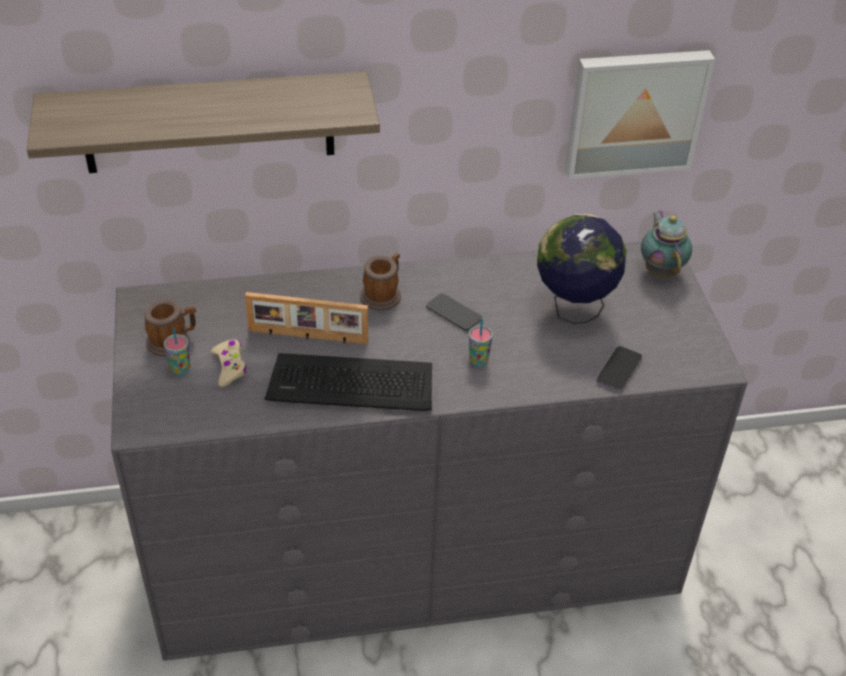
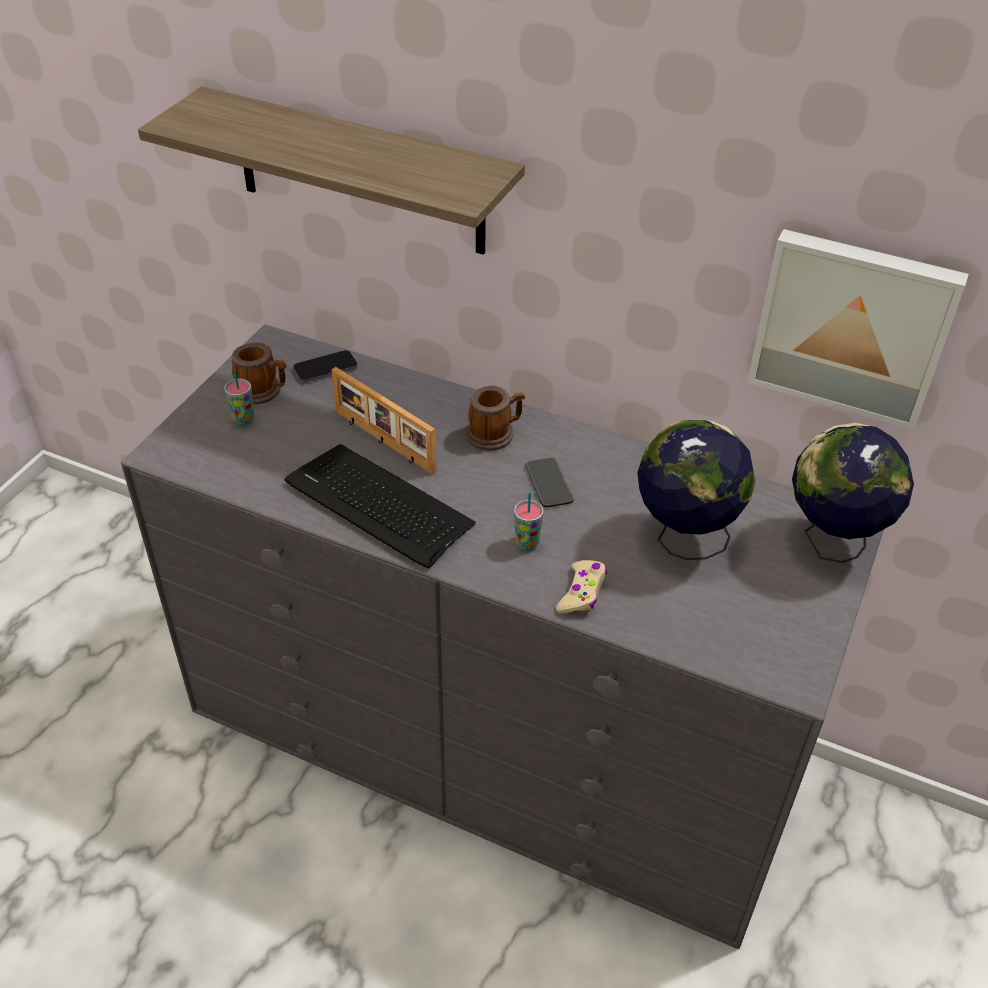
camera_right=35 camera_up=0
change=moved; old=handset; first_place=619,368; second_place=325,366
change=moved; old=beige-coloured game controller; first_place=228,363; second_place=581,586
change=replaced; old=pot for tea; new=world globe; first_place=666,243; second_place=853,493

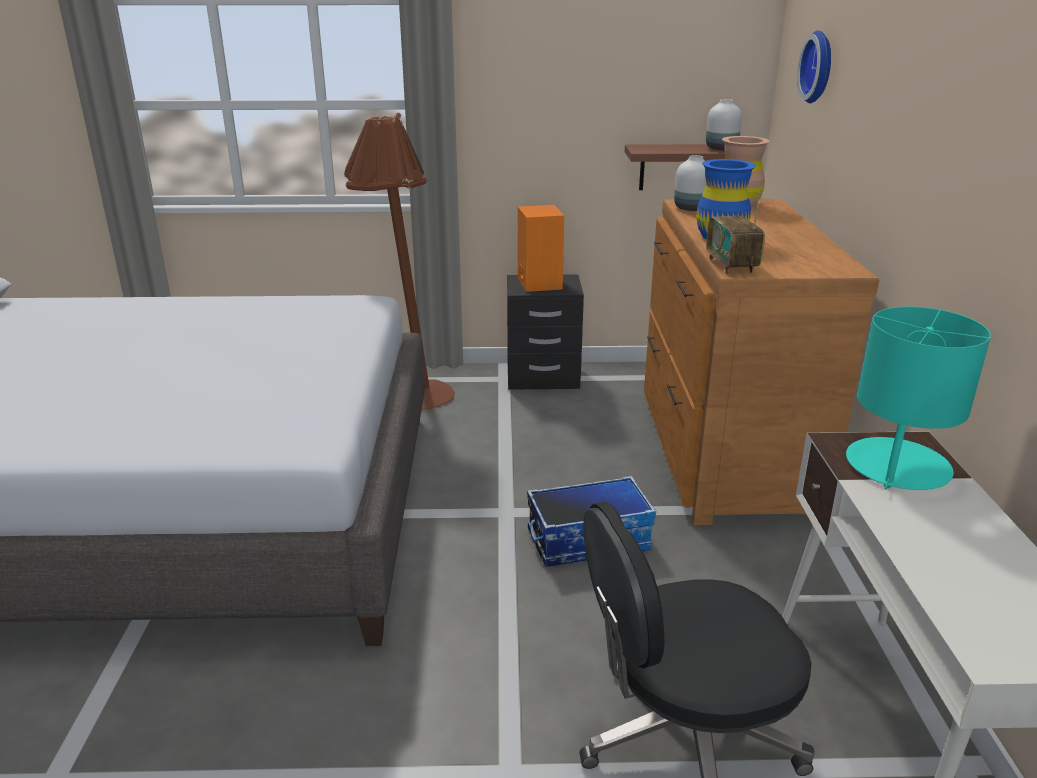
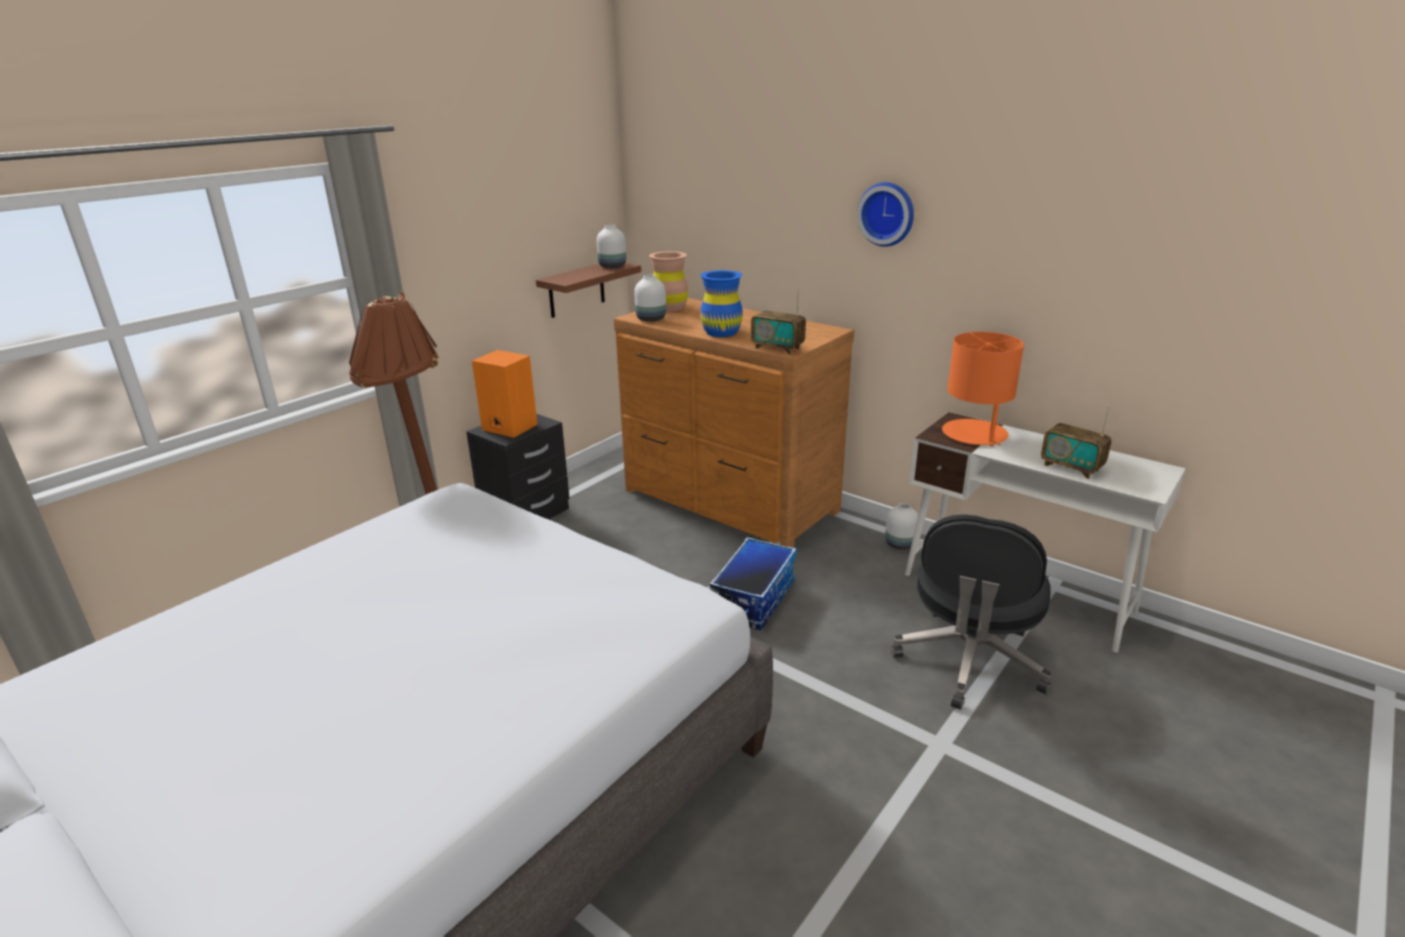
camera_right=-50 camera_up=0
change=moved; old=hanging clock; first_place=814,66; second_place=885,214
change=added; new=whitish flower vase; second_place=901,526
change=recoloured; old=blue-green lamp for a table; new=orangey lamp for a table; first_place=918,398; second_place=983,389
change=added; new=radio; second_place=1076,442

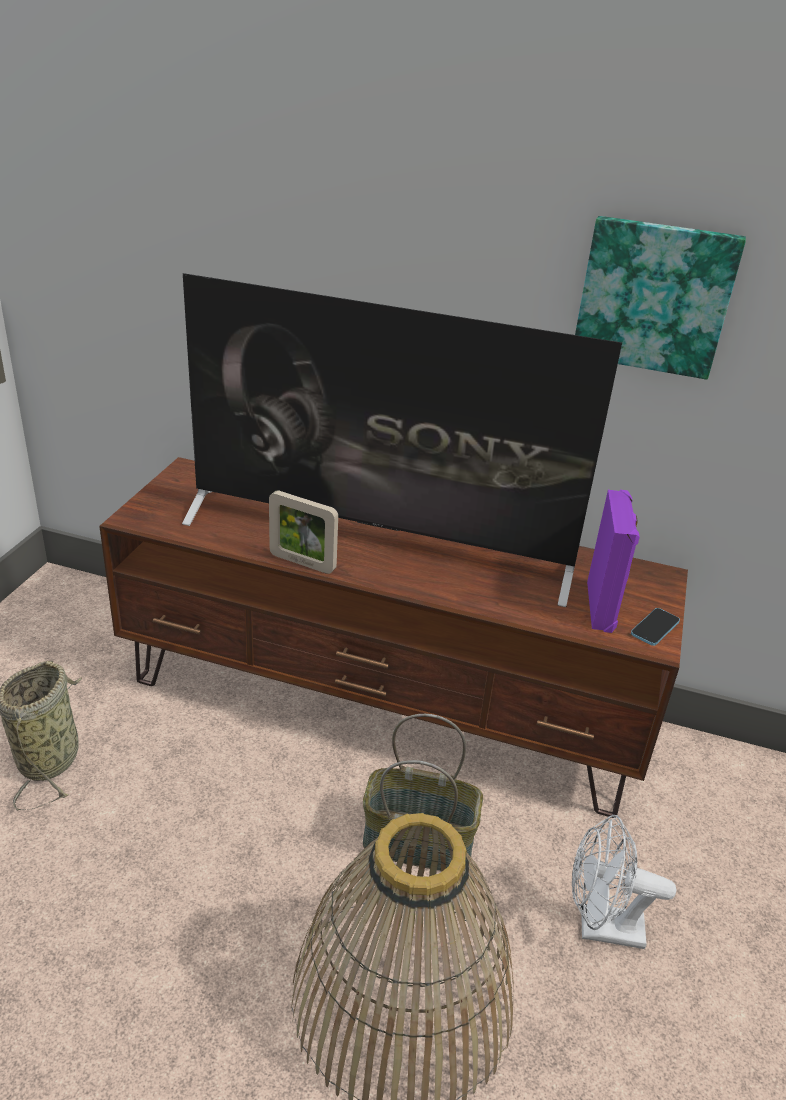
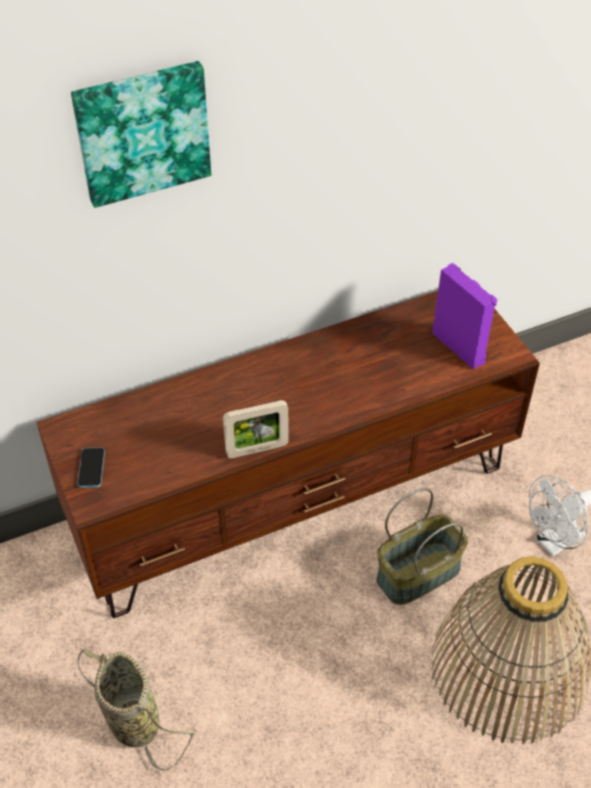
camera_right=-40 camera_up=15
change=moved; old=wall picture; first_place=660,297; second_place=141,134
change=moved; old=handset; first_place=655,627; second_place=91,468
change=removed; old=TV set; first_place=402,440

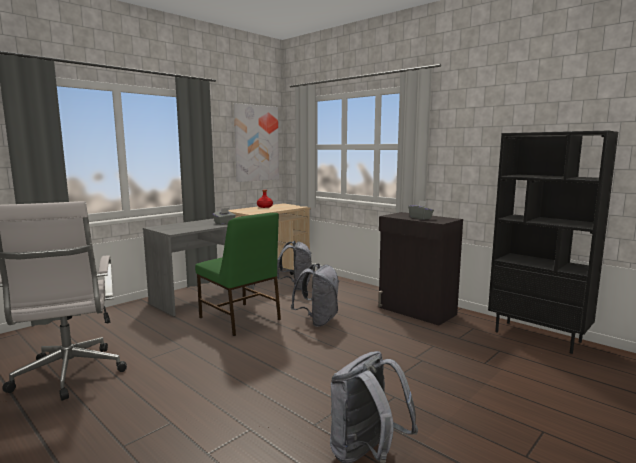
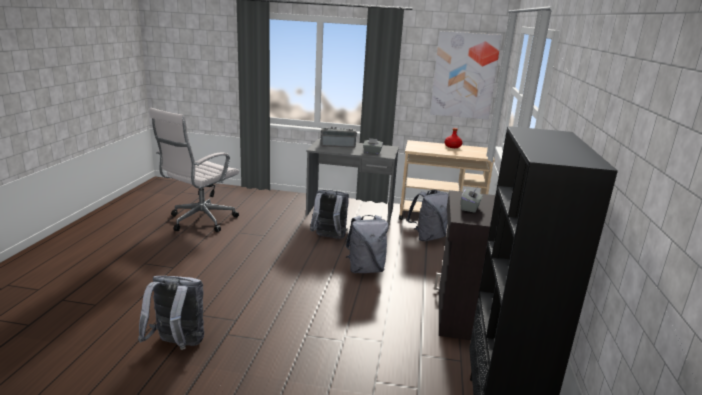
camera_right=55 camera_up=10
change=replaced; old=green chair; new=gray rucksack; first_place=238,274; second_place=329,214
change=added; new=radio; second_place=338,137

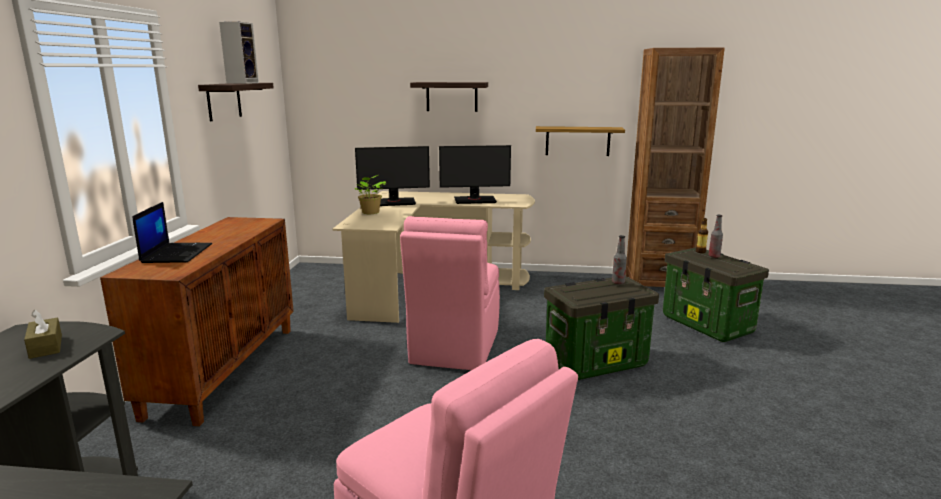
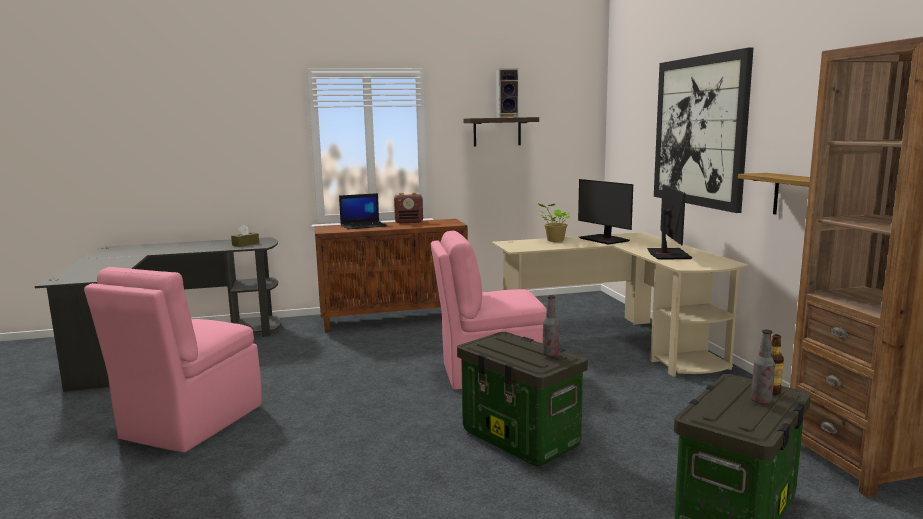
camera_right=70 camera_up=-5
change=added; new=radio; second_place=408,207
change=turned; old=computer screen; first_place=475,174; second_place=670,221; degrees=-150
change=replaced; old=bracket shelf; new=wall picture; first_place=449,97; second_place=703,130

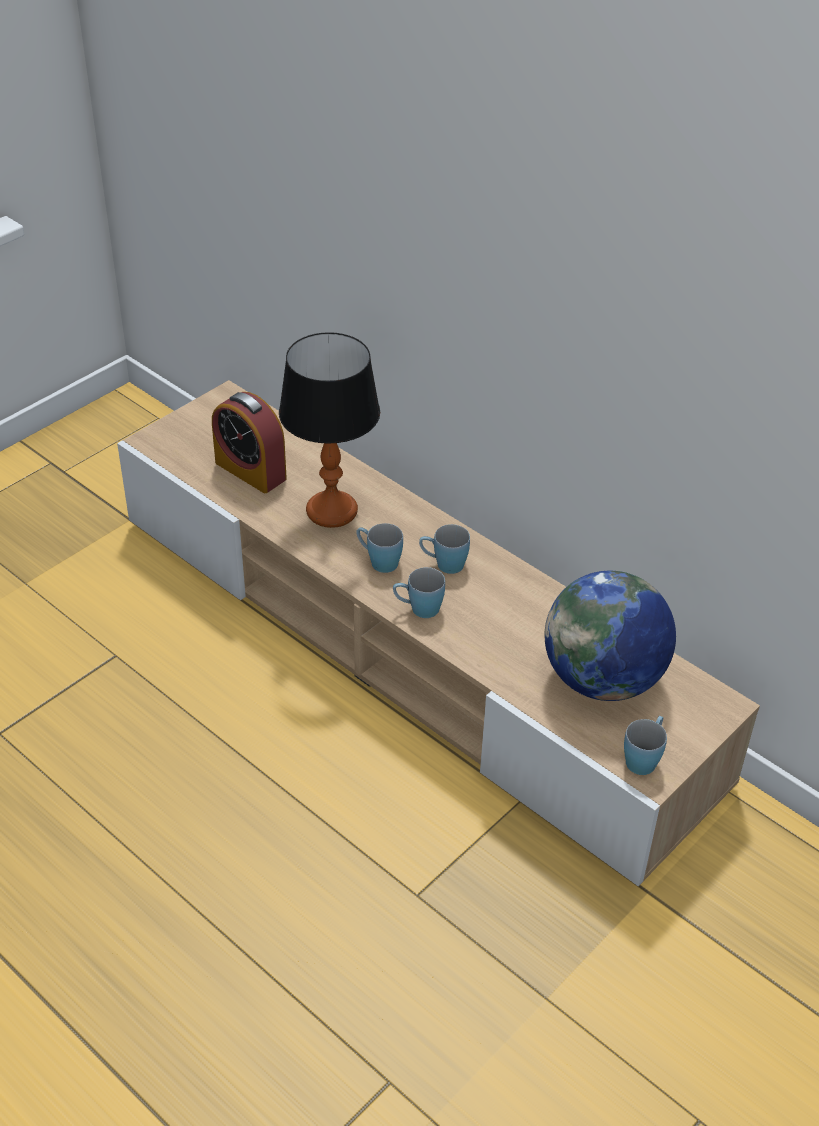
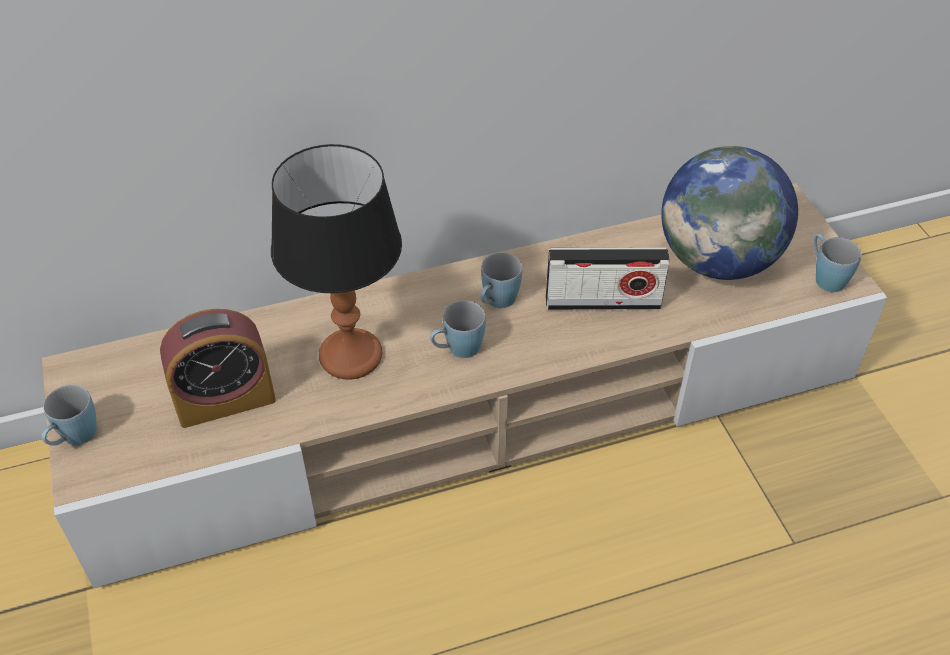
camera_right=-60 camera_up=5
change=moved; old=blue-coloured tea mug; first_place=419,592; second_place=69,415
change=added; new=radio; second_place=608,279

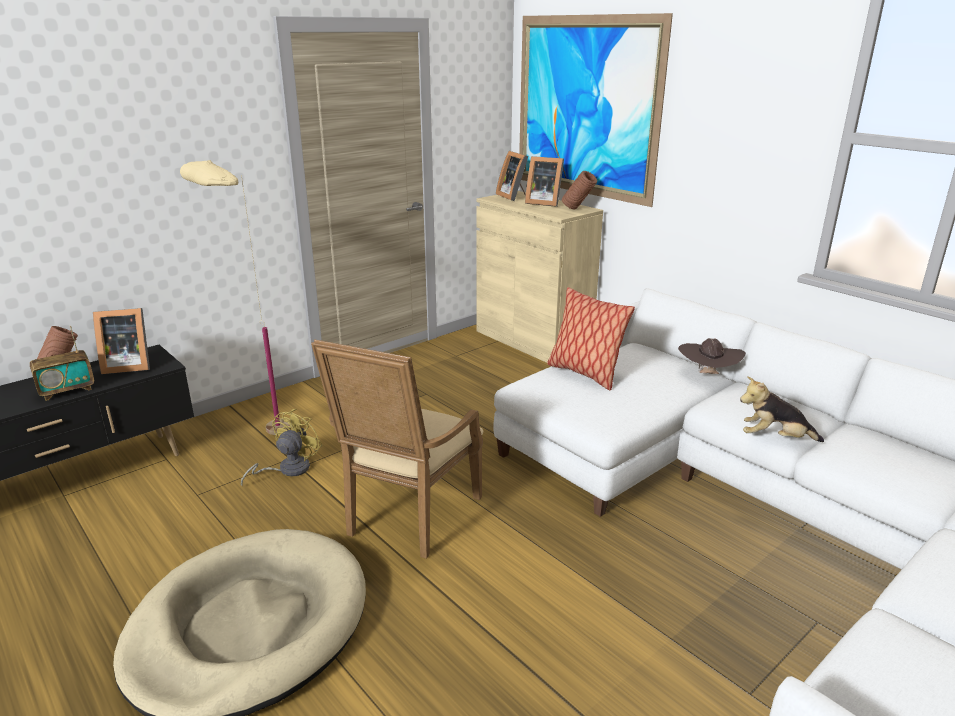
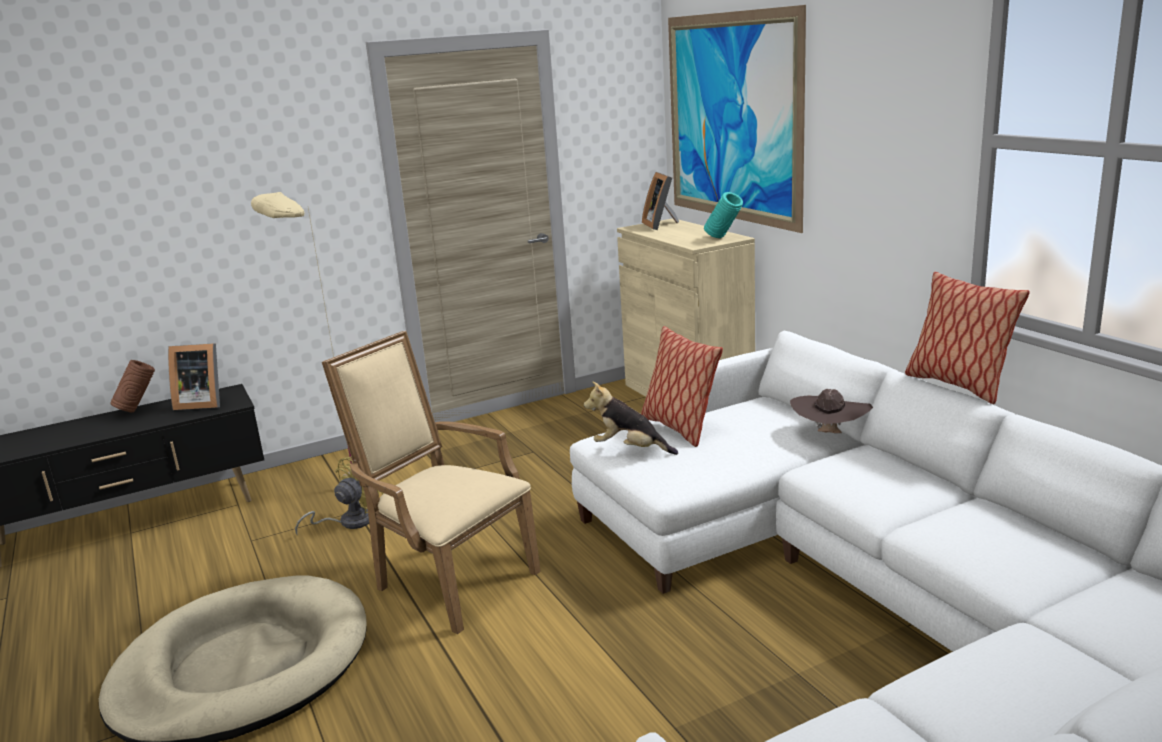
camera_right=15 camera_up=-5
change=turned; old=beige-coloured lounge chair; first_place=397,449; second_place=431,482; degrees=90
change=moved; old=soft toy; first_place=782,409; second_place=631,418
change=recoloured; old=brown flower vase; new=blue-green flower vase; first_place=579,190; second_place=723,215
change=added; new=pillow; second_place=967,338
change=removed; old=radio; first_place=62,363
change=removed; old=standing frame; first_place=544,181

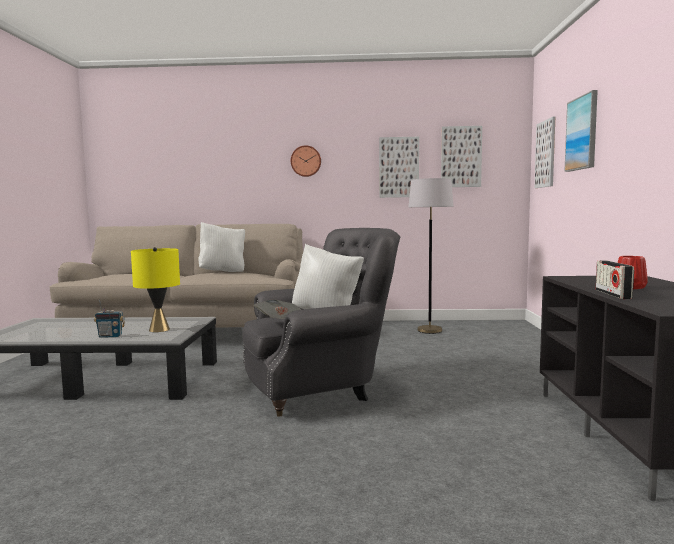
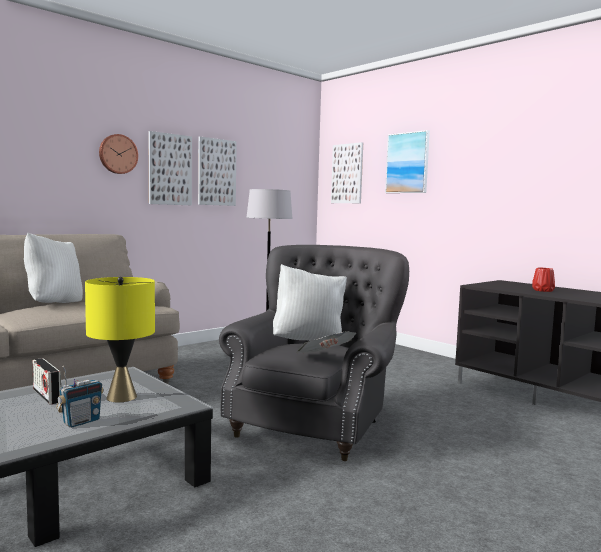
camera_right=-45 camera_up=0
change=moved; old=radio; first_place=615,279; second_place=46,381
change=moved; old=wall picture; first_place=461,156; second_place=170,168

